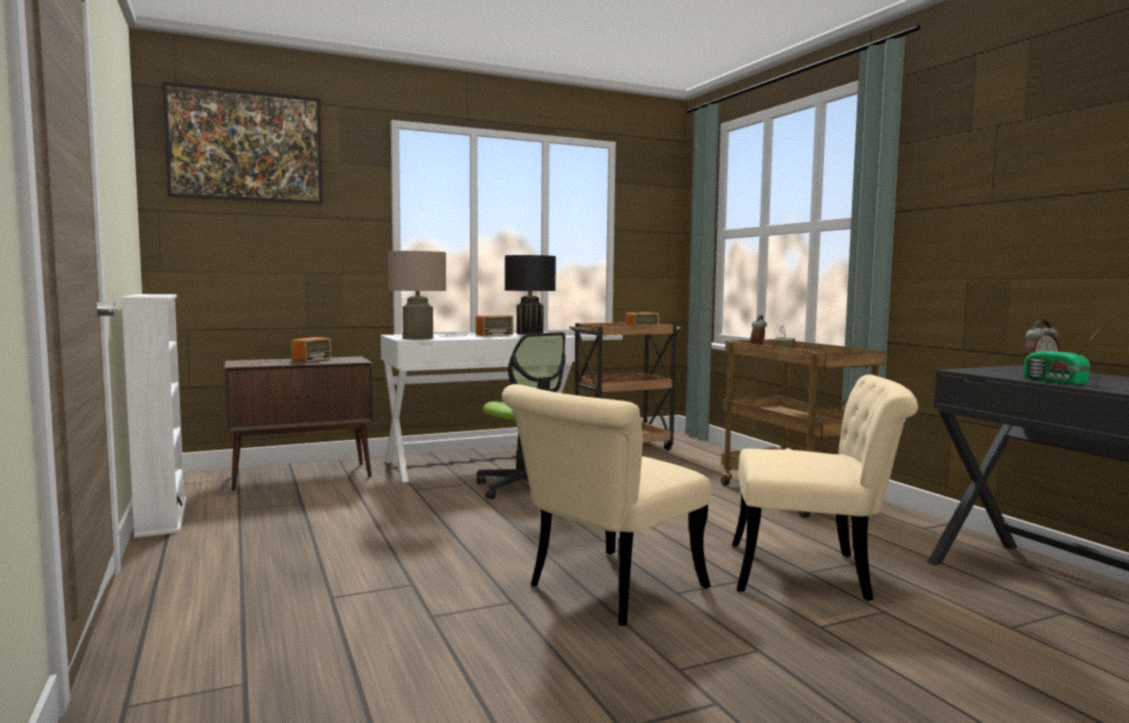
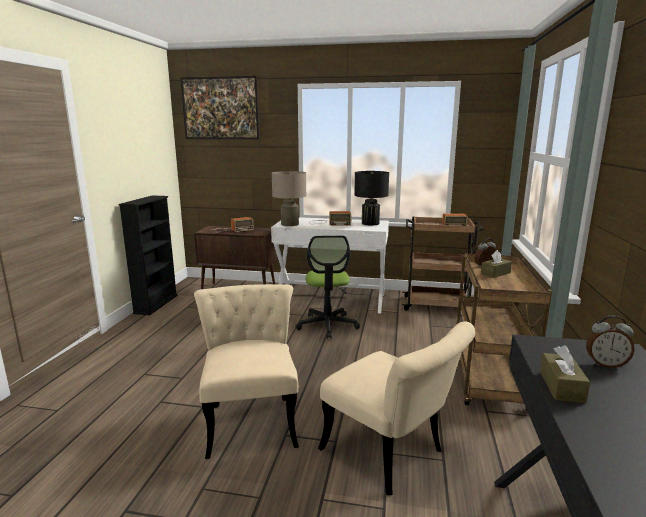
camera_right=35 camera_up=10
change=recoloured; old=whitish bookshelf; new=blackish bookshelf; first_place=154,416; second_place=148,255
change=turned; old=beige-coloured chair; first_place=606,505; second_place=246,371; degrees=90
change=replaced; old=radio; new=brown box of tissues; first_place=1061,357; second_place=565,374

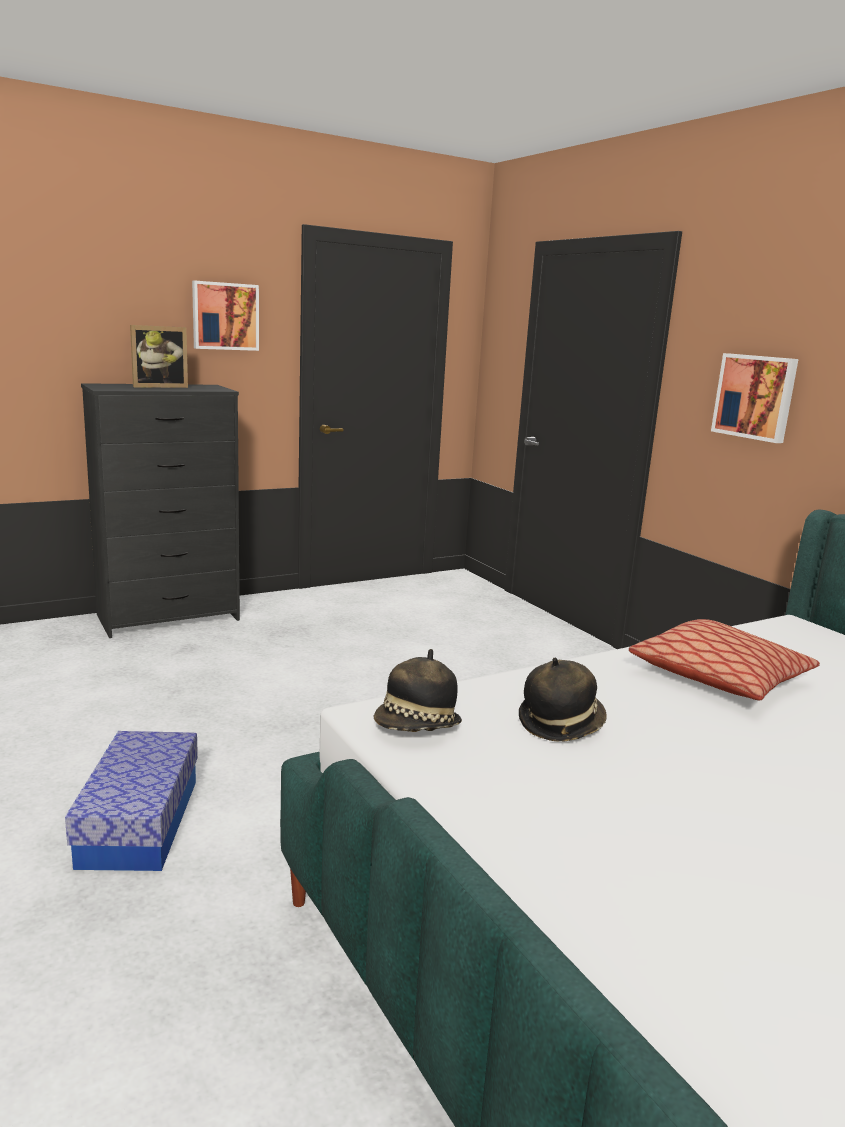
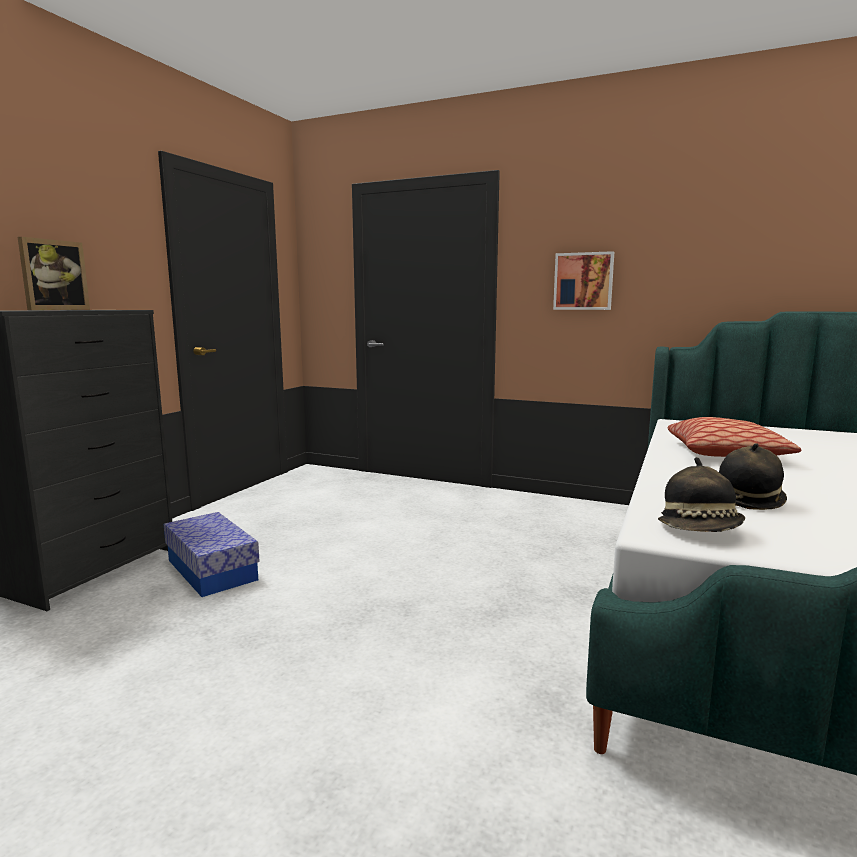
camera_right=-35 camera_up=-5
change=moved; old=storage bin; first_place=131,801; second_place=212,554
change=removed; old=wall picture; first_place=225,316

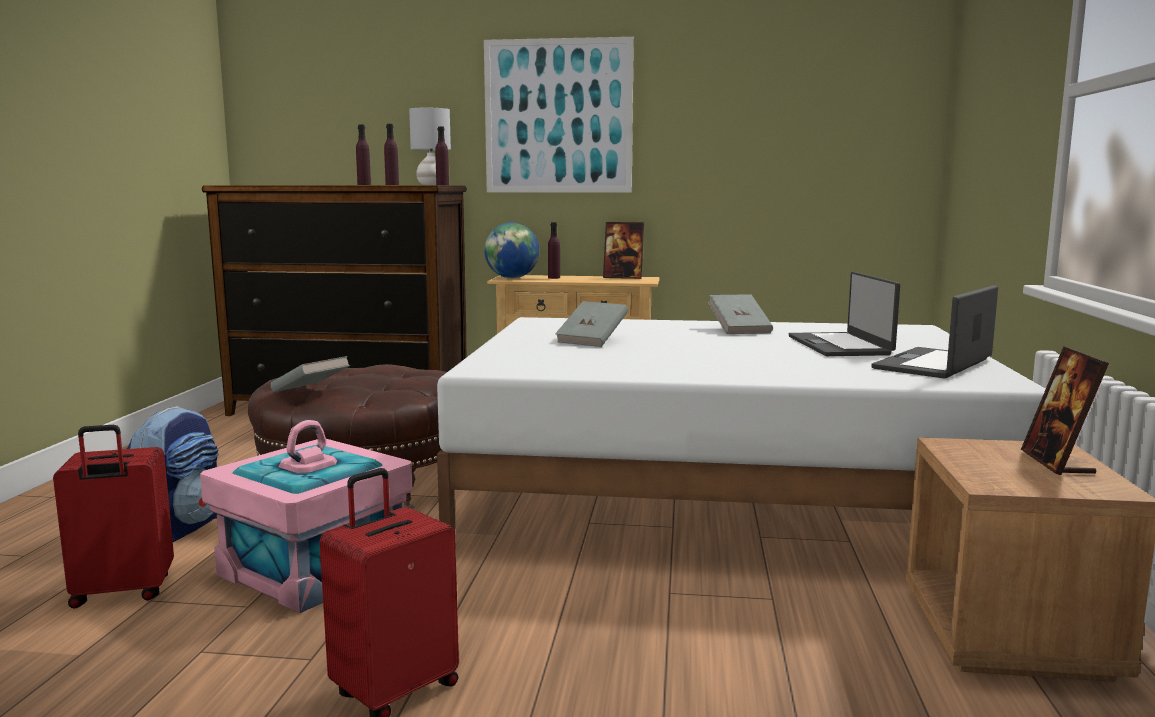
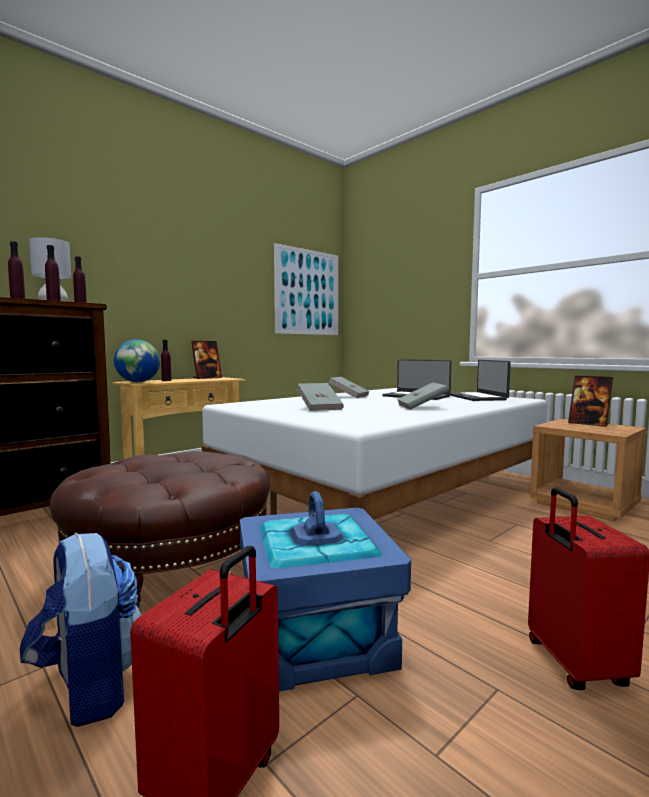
camera_right=-50 camera_up=-5
change=recoloured; old=pinkish storage bin; new=blue-coloured storage bin; first_place=306,516; second_place=325,591
change=moved; old=wall picture; first_place=559,115; second_place=306,289
change=moved; old=gray bound book; first_place=310,374; second_place=422,396

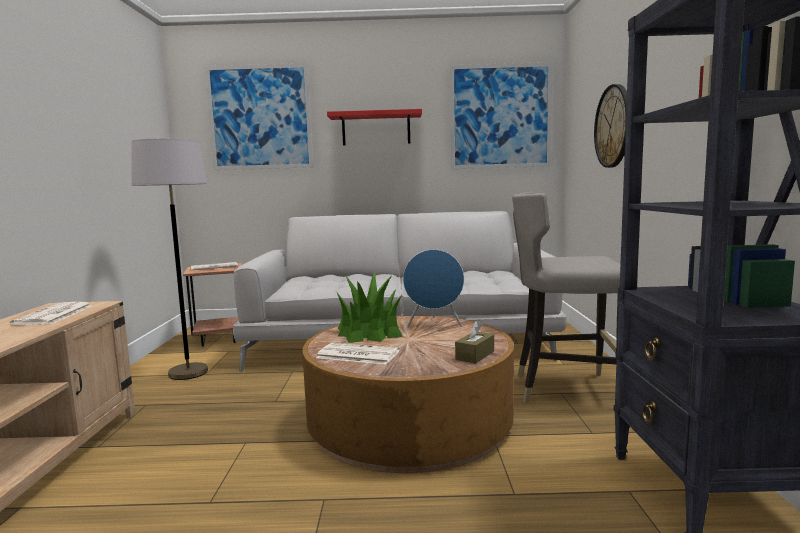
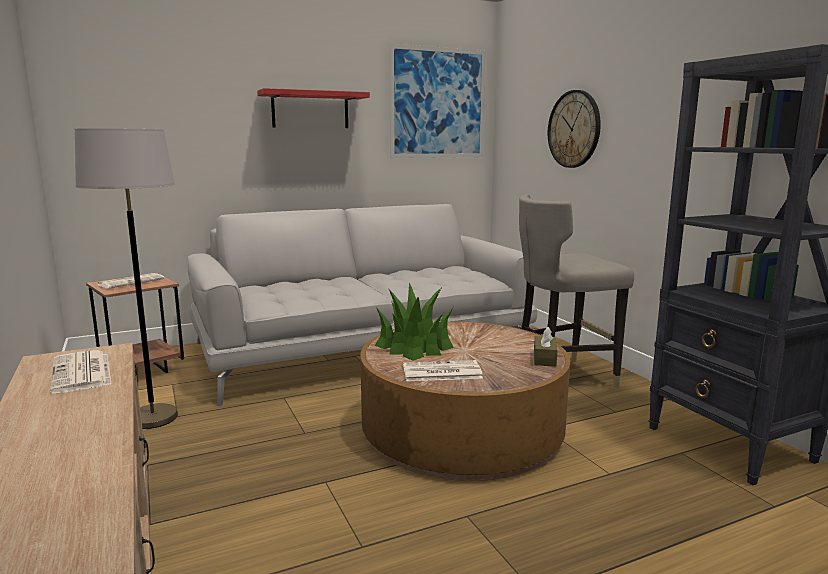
camera_right=-25 camera_up=5
change=removed; old=wall picture; first_place=259,116
change=removed; old=blue-coloured speaker; first_place=433,288

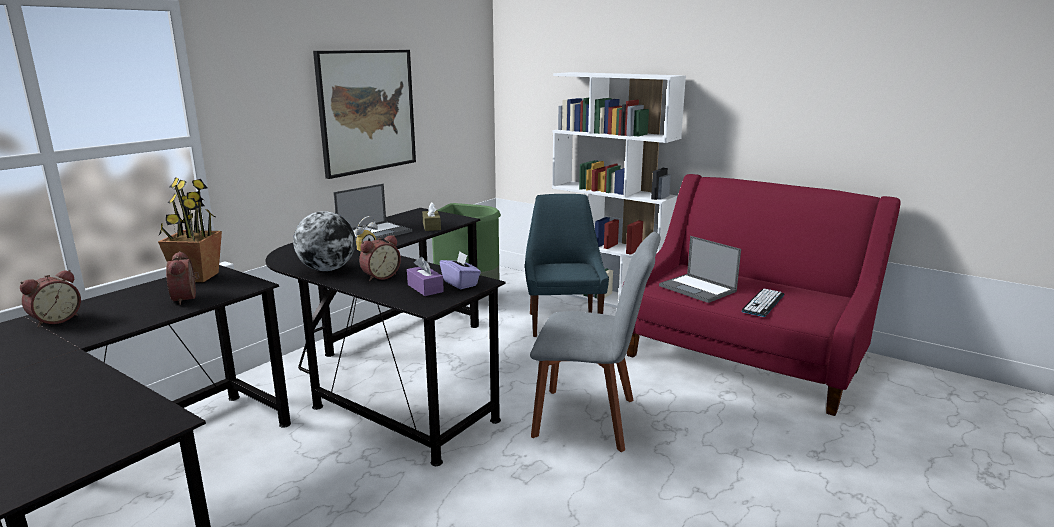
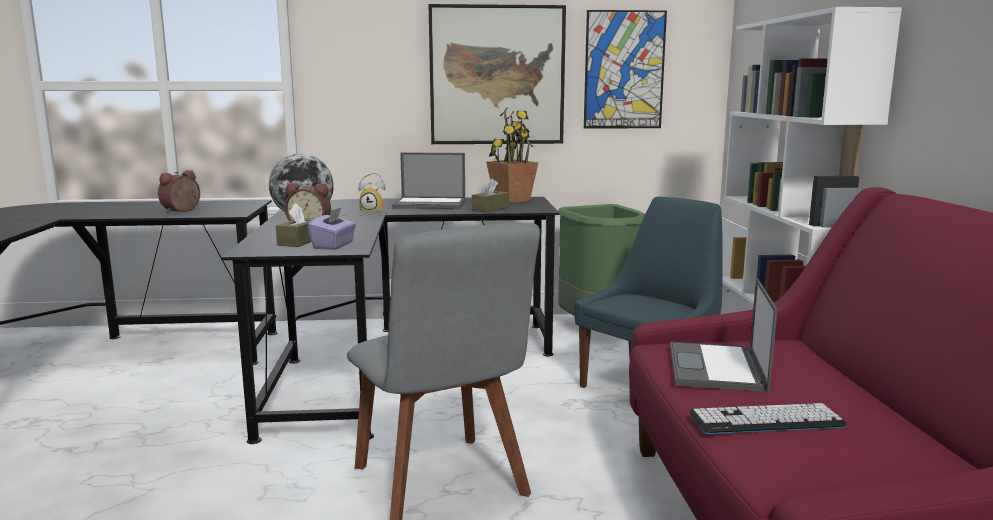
camera_right=50 camera_up=-5
change=recoloured; old=purple-coloured box of tissues; new=brown box of tissues; first_place=425,276; second_place=295,225
change=moved; old=potted plant; first_place=190,229; second_place=512,155
change=added; new=wall picture; second_place=625,69
change=removed; old=table clock; first_place=50,298

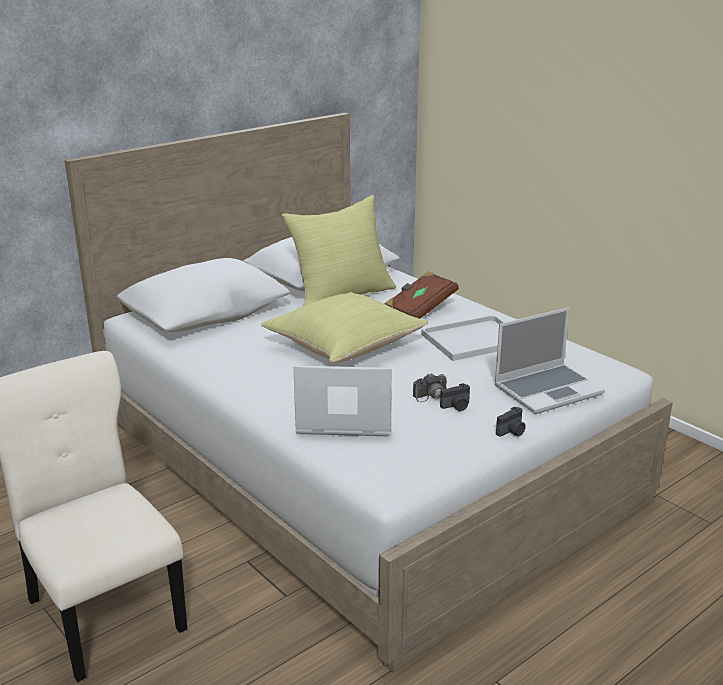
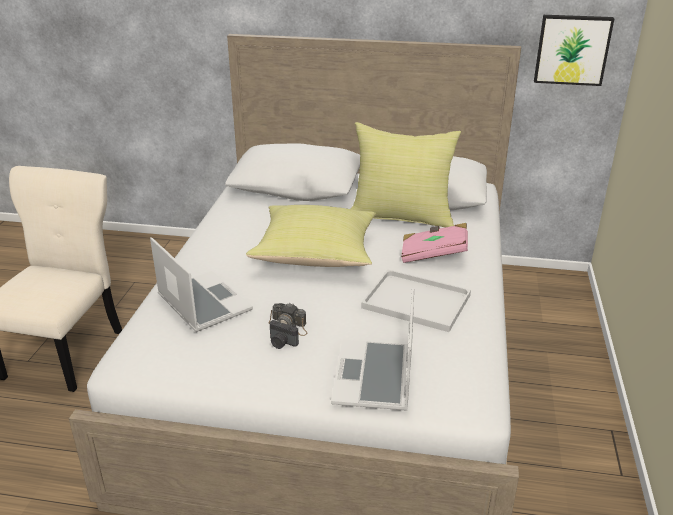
camera_right=50 camera_up=5
change=turned; old=portable computer; first_place=549,360; second_place=372,349; degrees=75
change=recoloured; old=brown bound book; new=pinkish bound book; first_place=422,295; second_place=434,243
change=added; new=wall picture; second_place=574,50
change=removed; old=still camera; first_place=511,422

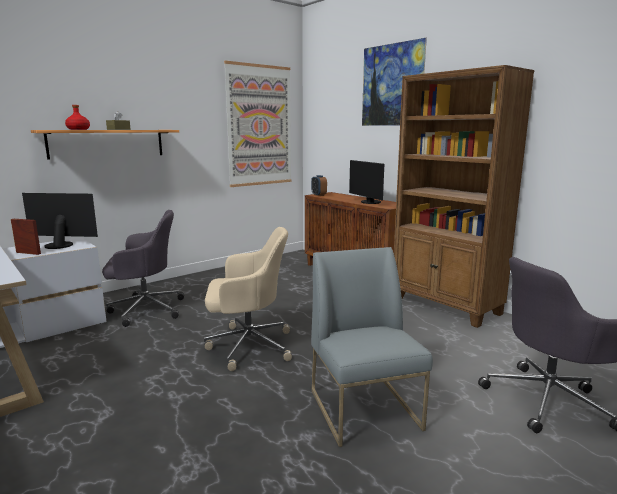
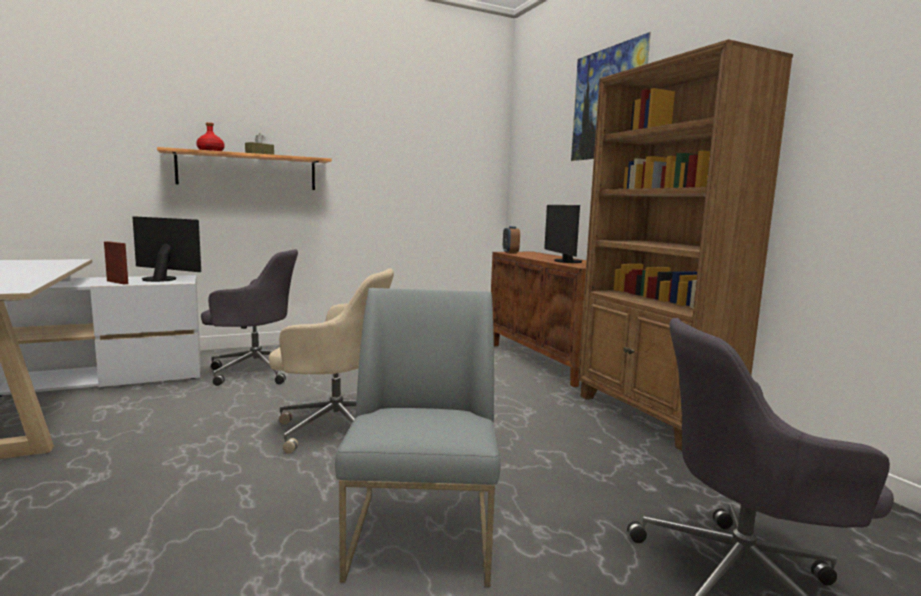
camera_right=15 camera_up=-5
change=removed; old=wall picture; first_place=257,124

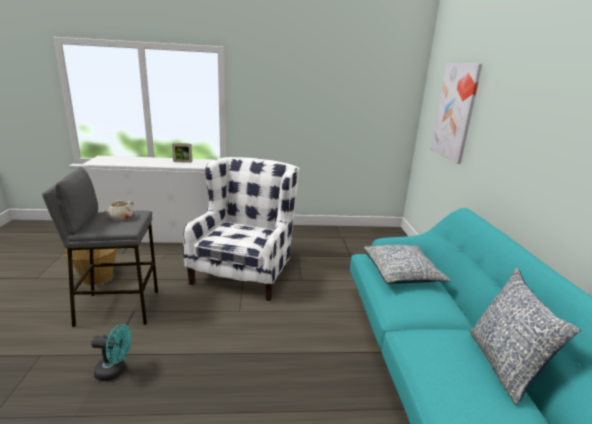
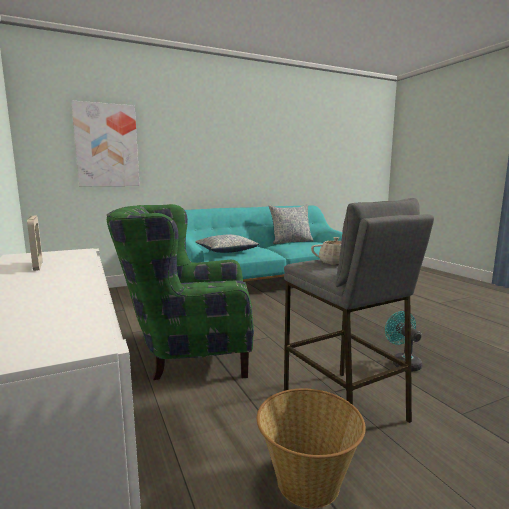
camera_right=-110 camera_up=-10
change=recoloured; old=whitish lounge chair; new=green lounge chair; first_place=241,229; second_place=180,292

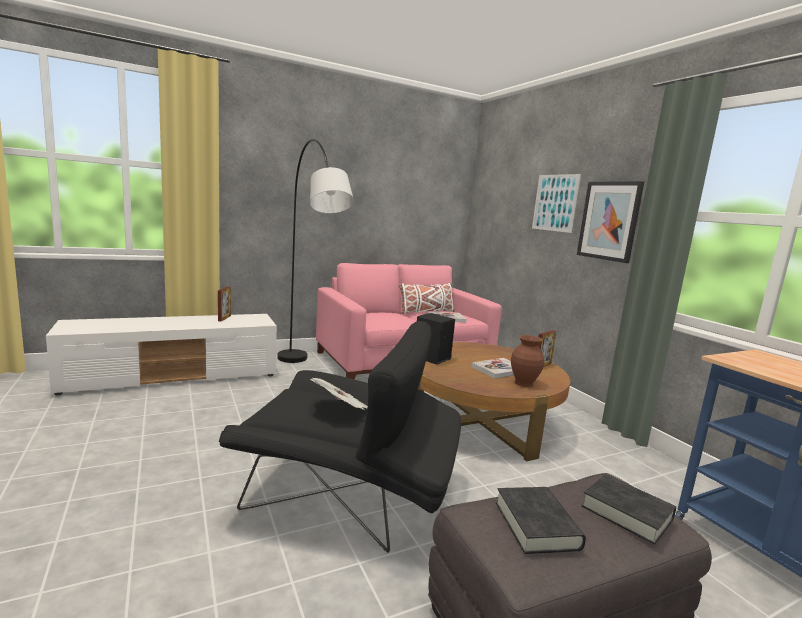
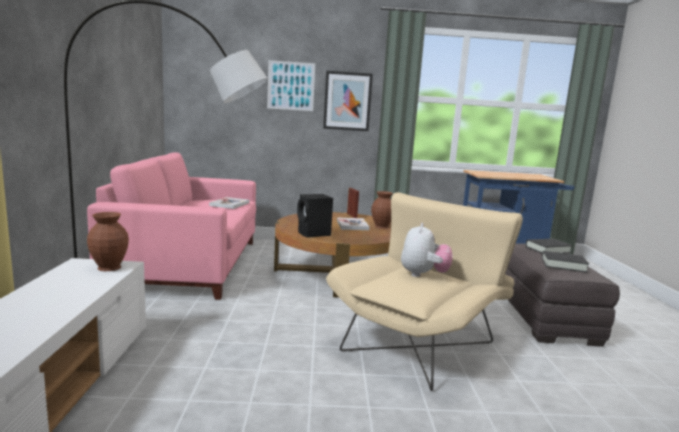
camera_right=-65 camera_up=0
change=added; new=brown flower vase; second_place=108,241
change=recoloured; old=blackish lounge chair; new=beige-coloured lounge chair; first_place=340,437; second_place=424,291
change=replaced; old=newspaper; new=soft toy; first_place=339,394; second_place=427,250
change=removed; old=standing frame; first_place=224,303
change=removed; old=whitish pillow; first_place=426,298

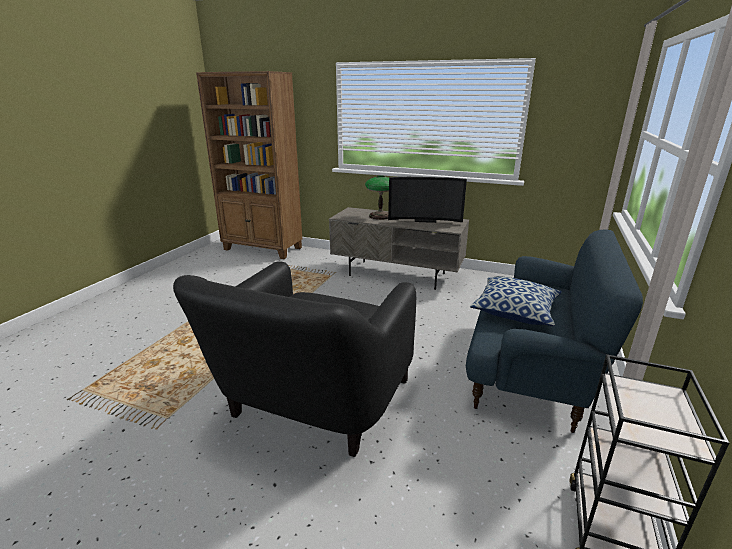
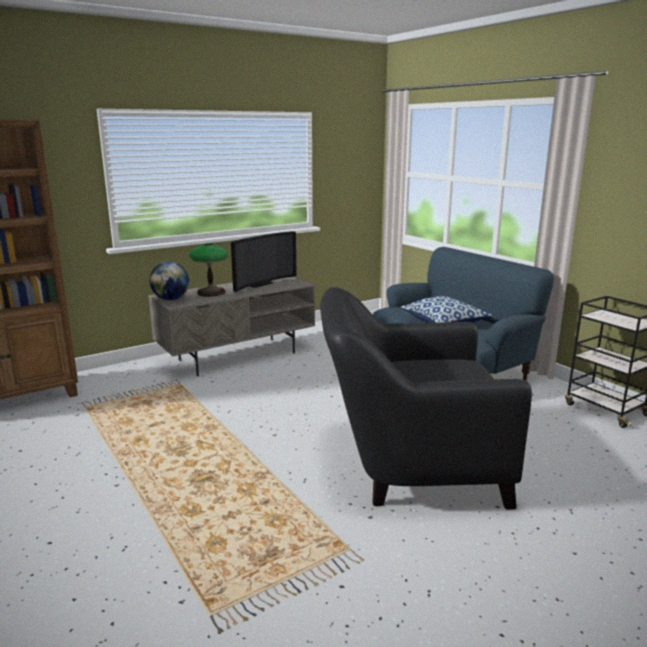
camera_right=-55 camera_up=-5
change=added; new=world globe; second_place=169,281
change=turned; old=blackish lounge chair; first_place=294,359; second_place=426,398; degrees=120

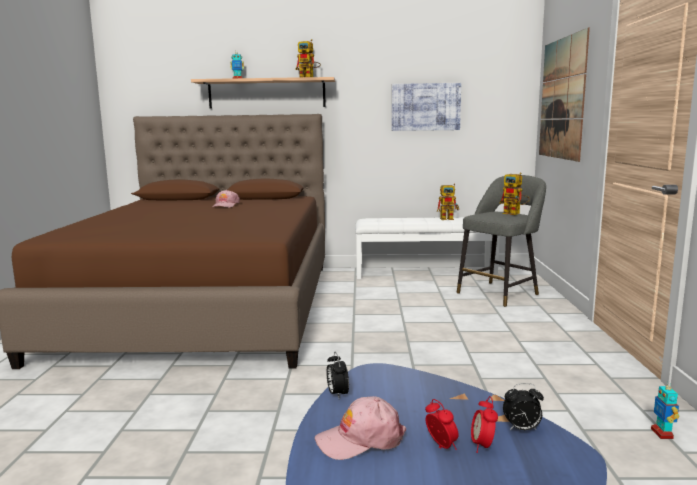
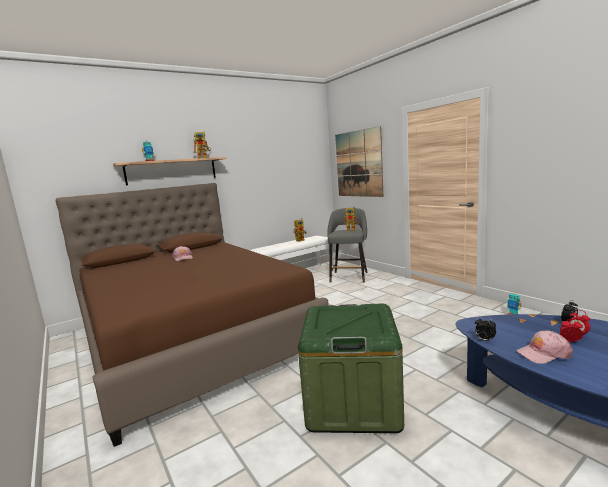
camera_right=-35 camera_up=0
change=added; new=green storage bin; second_place=351,368
change=turned; old=pinkish peaked cap; first_place=360,428; second_place=544,347; degrees=45
change=removed; old=wall picture; first_place=426,107

